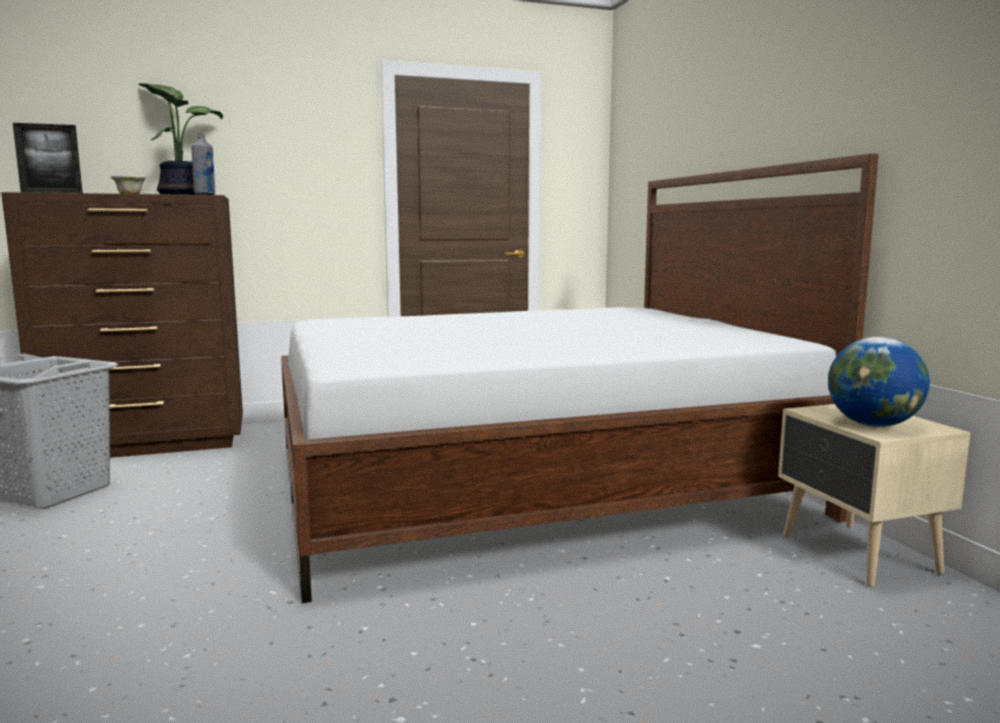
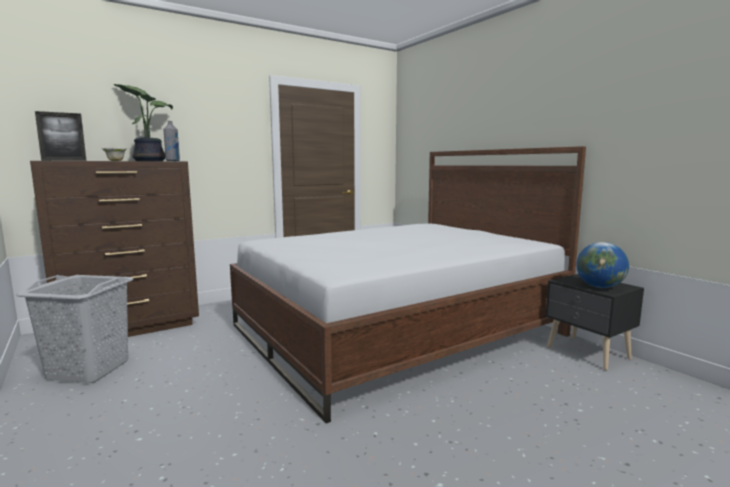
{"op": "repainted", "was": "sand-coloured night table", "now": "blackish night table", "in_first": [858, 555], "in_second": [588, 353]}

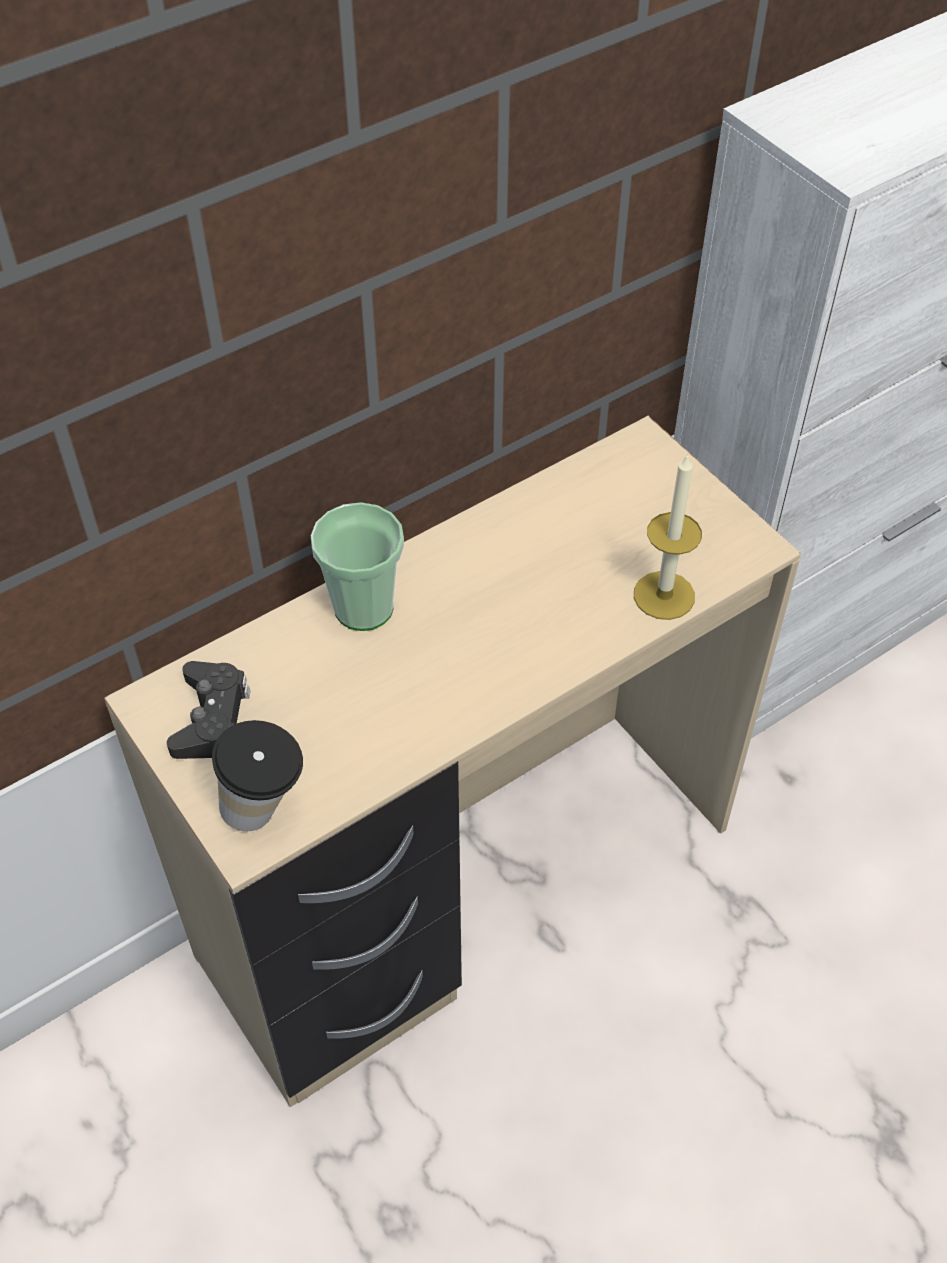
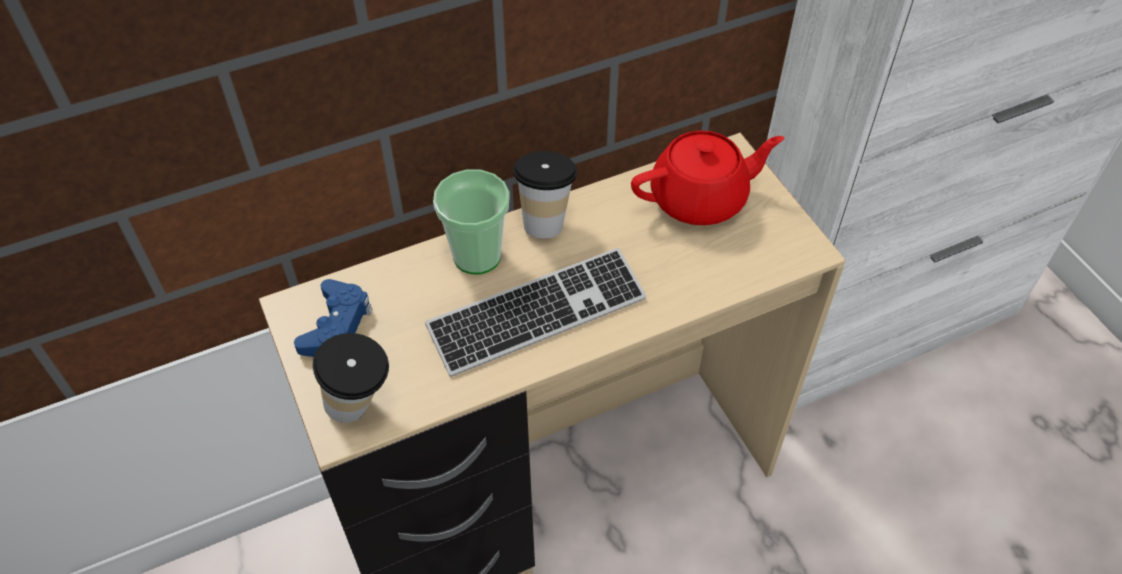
{"op": "repainted", "was": "blackish gamepad", "now": "blue-coloured gamepad", "in_first": [211, 718], "in_second": [337, 327]}
{"op": "new", "now": "PC keyboard", "in_second": [537, 314]}
{"op": "new", "now": "small cup", "in_second": [545, 219]}
{"op": "new", "now": "red teapot", "in_second": [700, 199]}
{"op": "gone", "was": "wax candle", "in_first": [664, 595]}

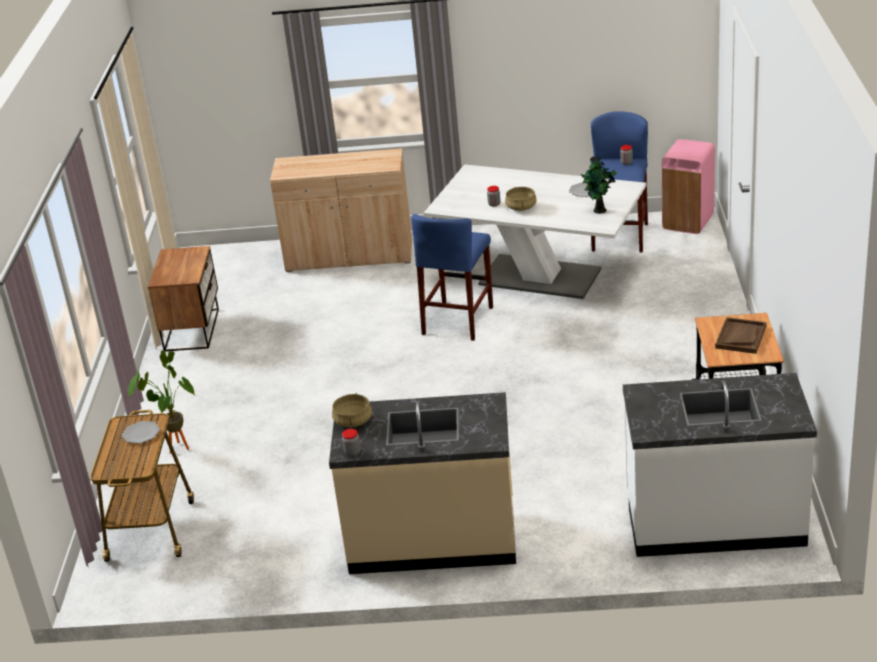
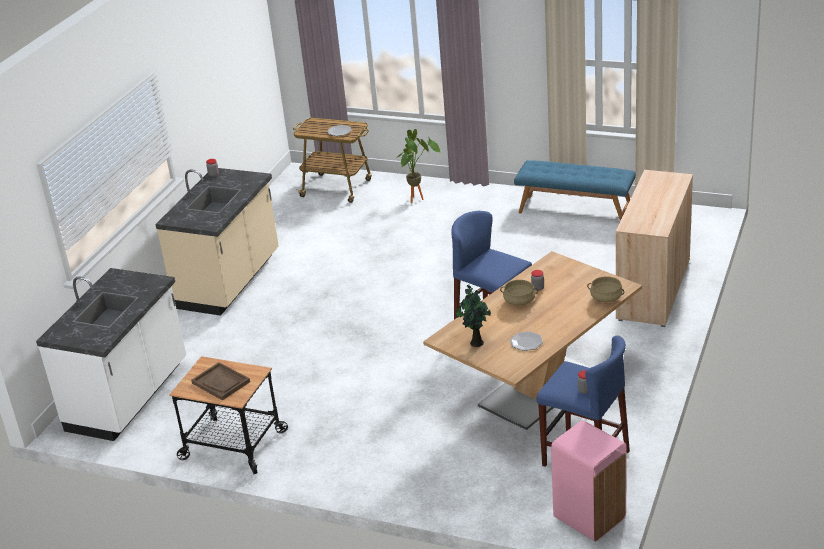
{"op": "repainted", "was": "white kitchen table", "now": "brown-coloured kitchen table", "in_first": [540, 277], "in_second": [537, 389]}
{"op": "swapped", "was": "night table", "now": "blue-coloured bench", "in_first": [193, 329], "in_second": [575, 210]}
{"op": "shifted", "was": "sand-coloured saucepot", "in_first": [353, 421], "in_second": [606, 298]}

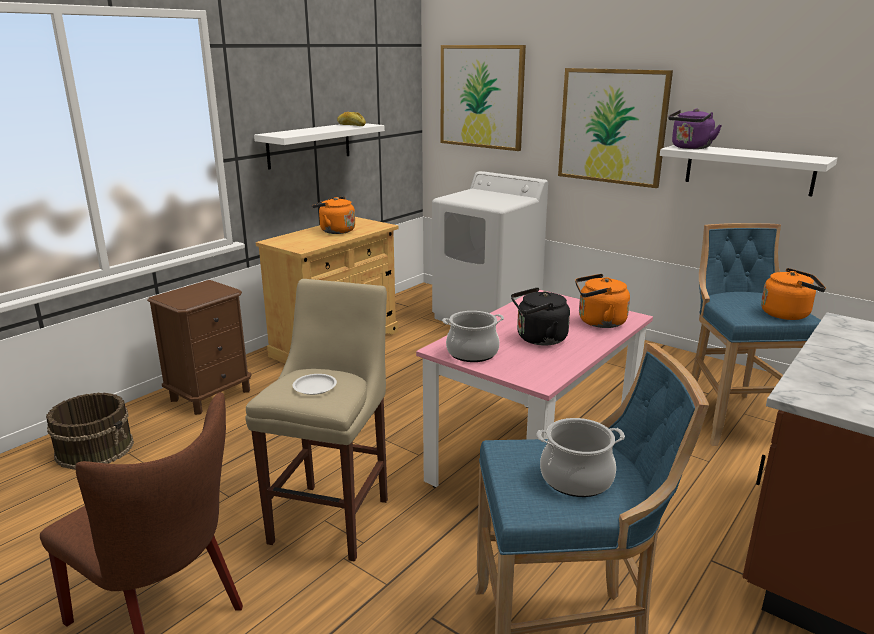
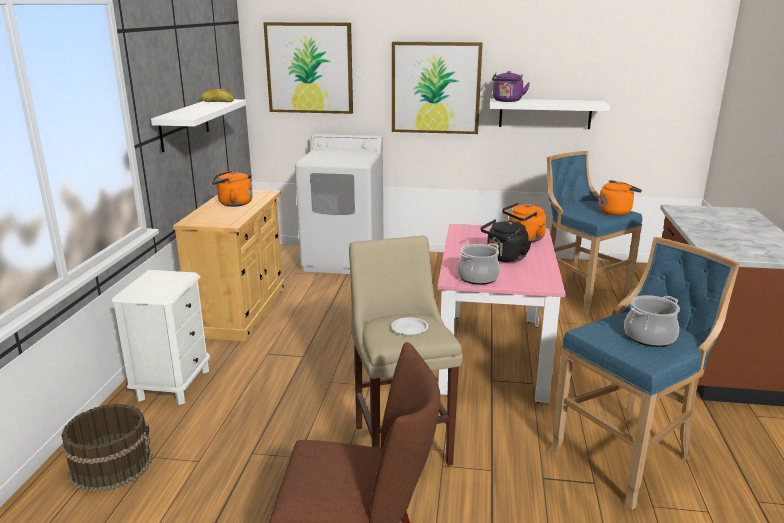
{"op": "repainted", "was": "brown-coloured night table", "now": "white night table", "in_first": [211, 395], "in_second": [173, 384]}

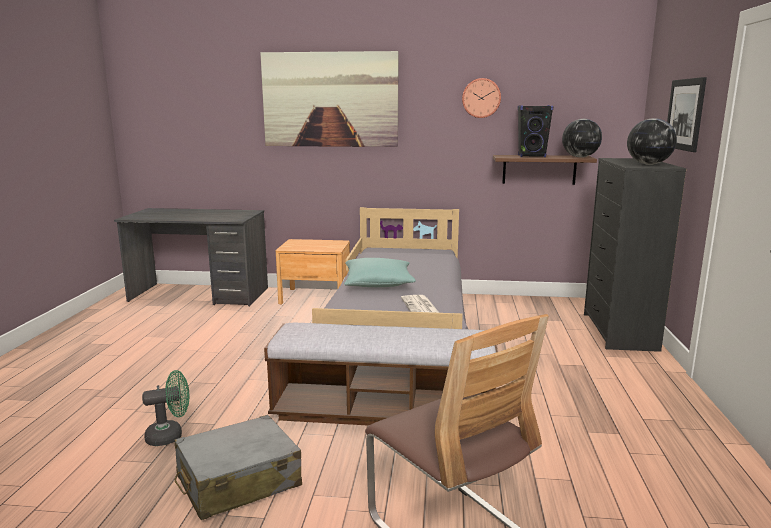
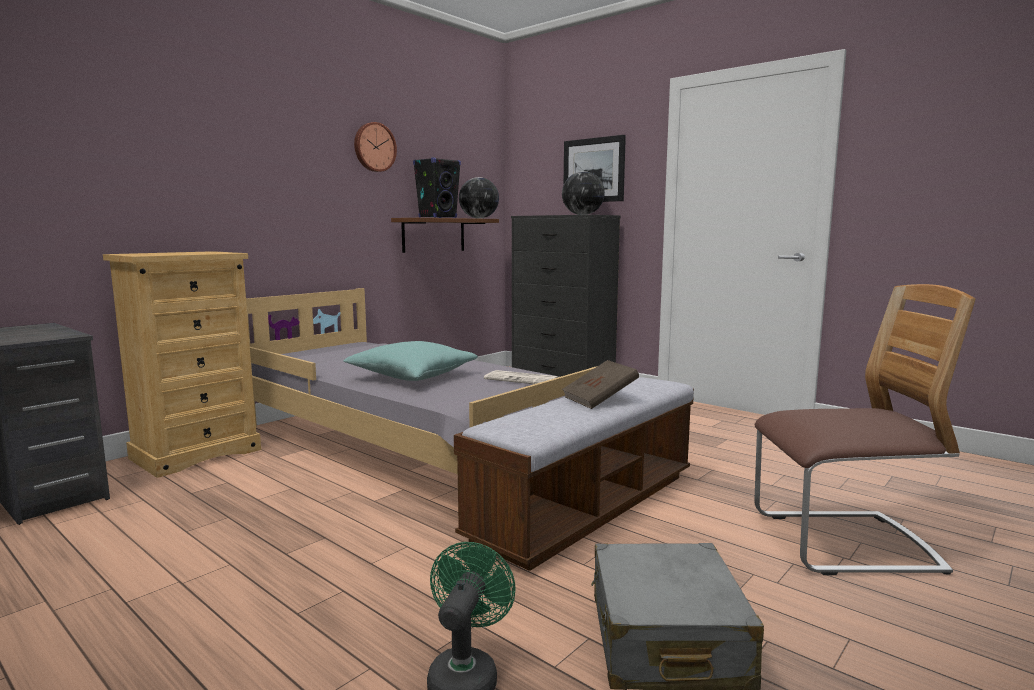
{"op": "swapped", "was": "brown-coloured night table", "now": "sand-coloured drawer chest", "in_first": [315, 297], "in_second": [196, 453]}
{"op": "new", "now": "brown-coloured bound book", "in_second": [600, 400]}
{"op": "gone", "was": "picture", "in_first": [330, 100]}

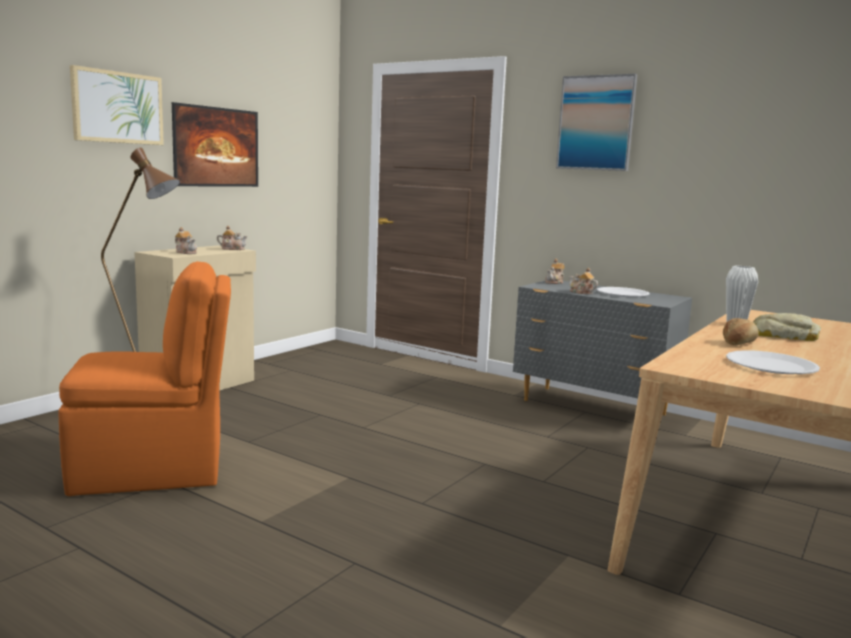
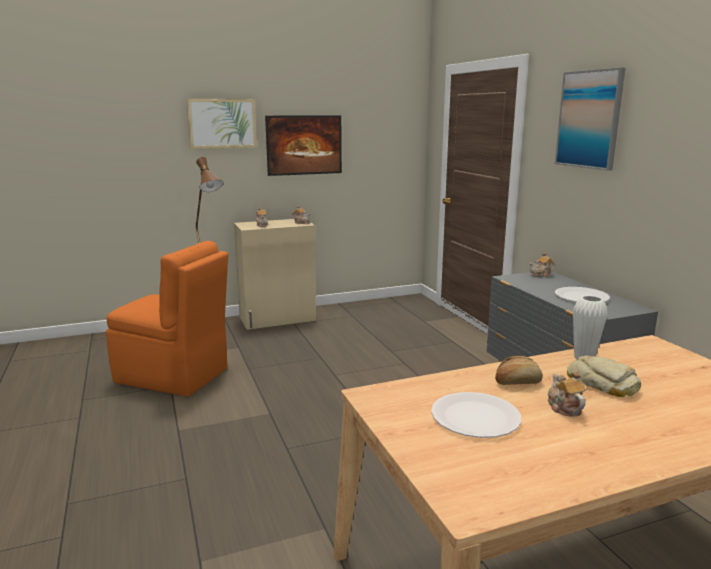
{"op": "shifted", "was": "teapot", "in_first": [581, 292], "in_second": [564, 408]}

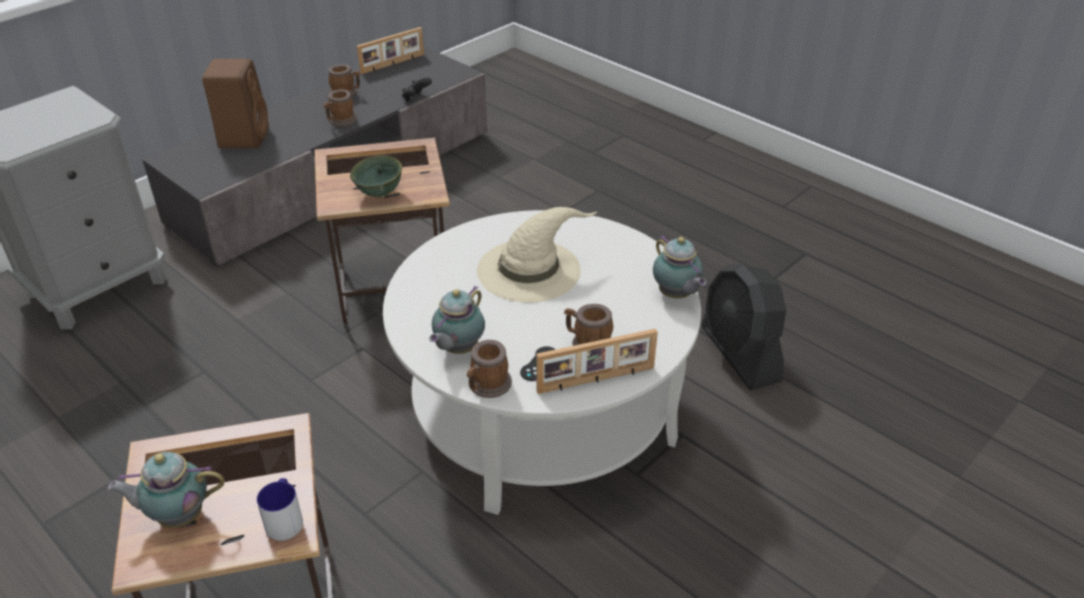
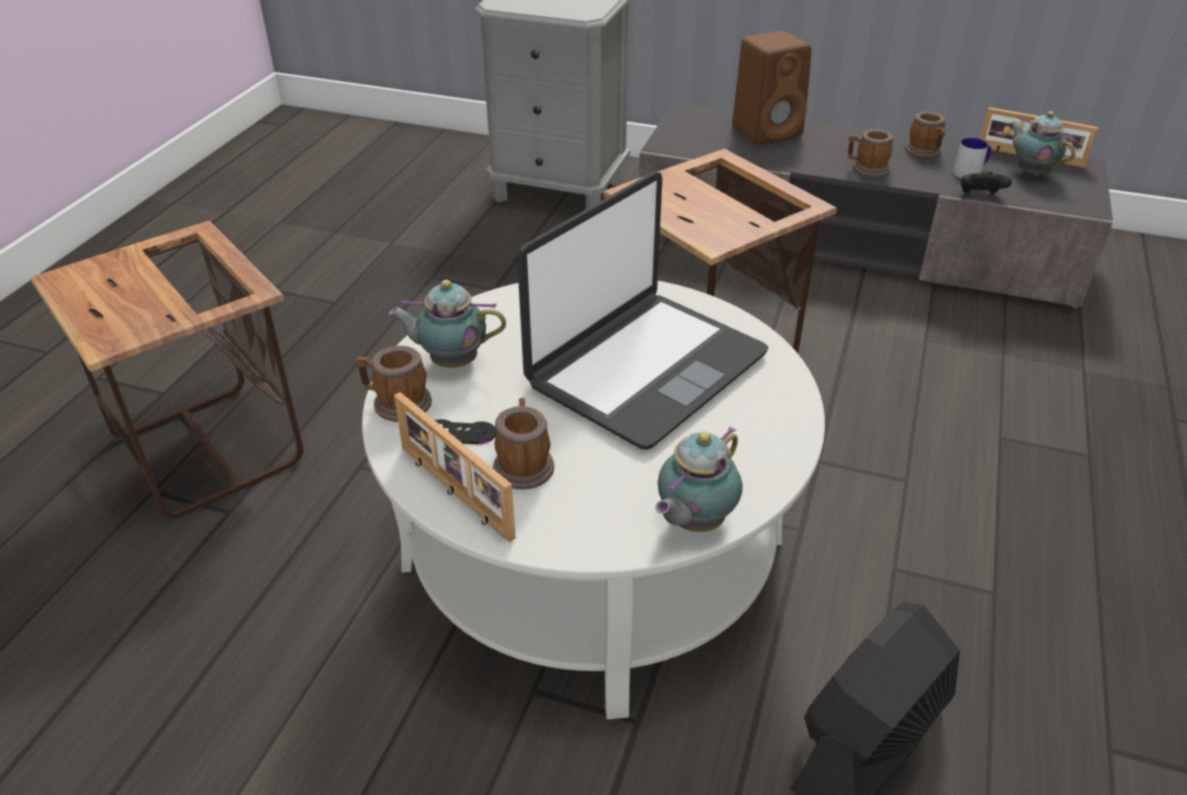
{"op": "swapped", "was": "sand-coloured clothing hat", "now": "notebook computer", "in_first": [530, 269], "in_second": [645, 368]}
{"op": "shifted", "was": "coffee mug", "in_first": [285, 519], "in_second": [970, 172]}
{"op": "shifted", "was": "teapot", "in_first": [178, 516], "in_second": [1030, 173]}
{"op": "gone", "was": "green-coloured serving bowl", "in_first": [380, 194]}

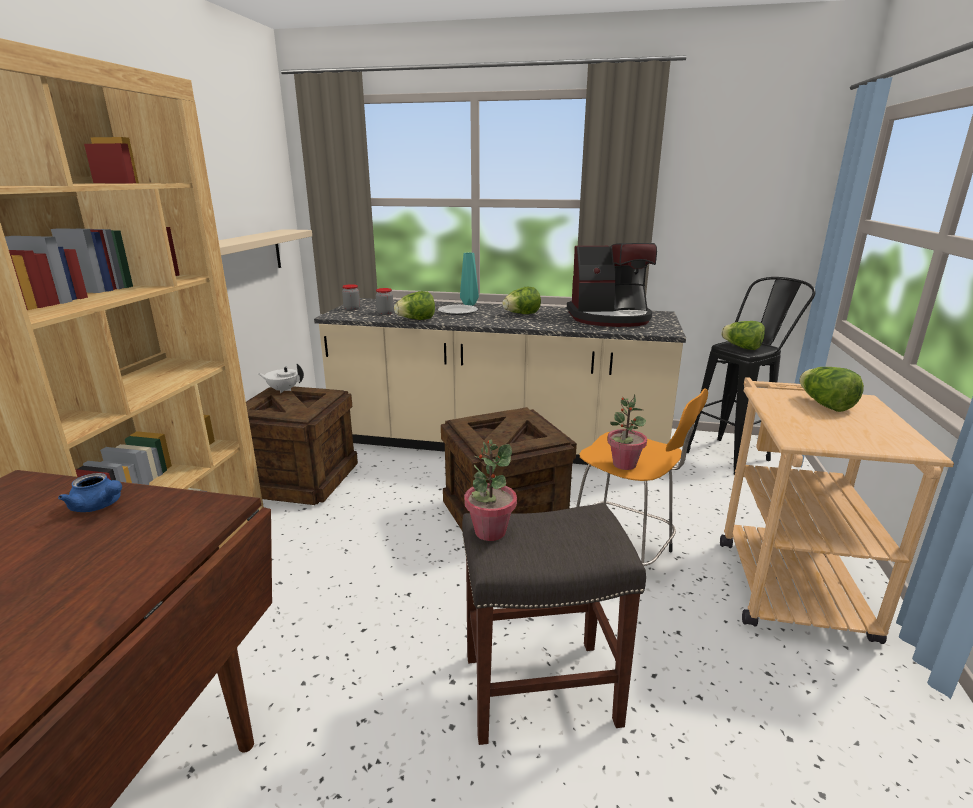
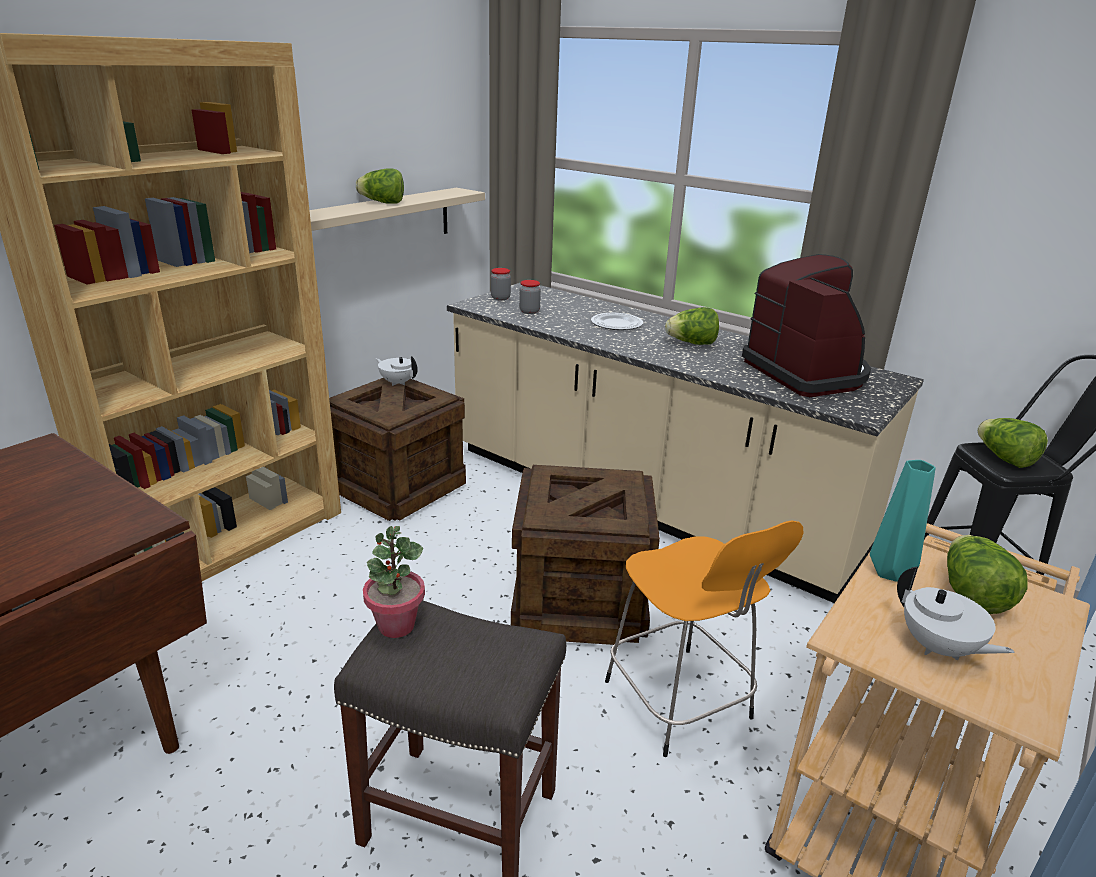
{"op": "shifted", "was": "lettuce head", "in_first": [416, 320], "in_second": [383, 203]}
{"op": "rotated", "was": "coffee maker", "in_first": [610, 318], "in_second": [806, 372], "clockwise": -135}
{"op": "shifted", "was": "blue-green flower vase", "in_first": [470, 304], "in_second": [891, 574]}
{"op": "new", "now": "white teapot", "in_second": [938, 648]}
{"op": "gone", "was": "blue-coloured teapot", "in_first": [99, 506]}
{"op": "gone", "was": "plant in a pot", "in_first": [624, 464]}

